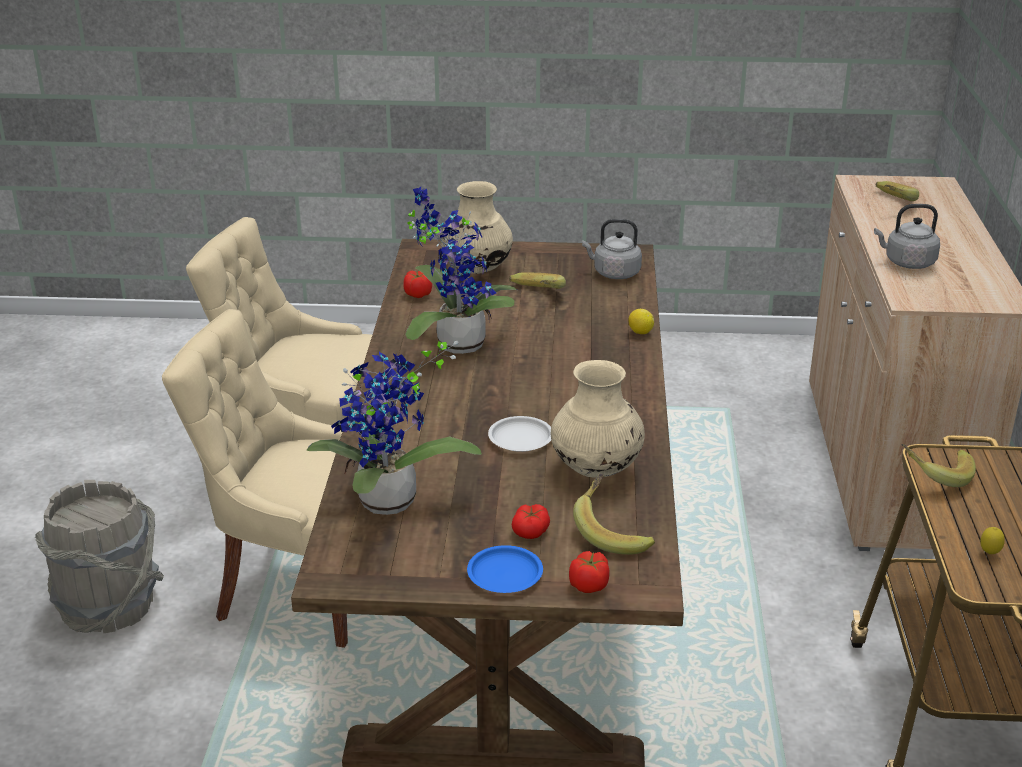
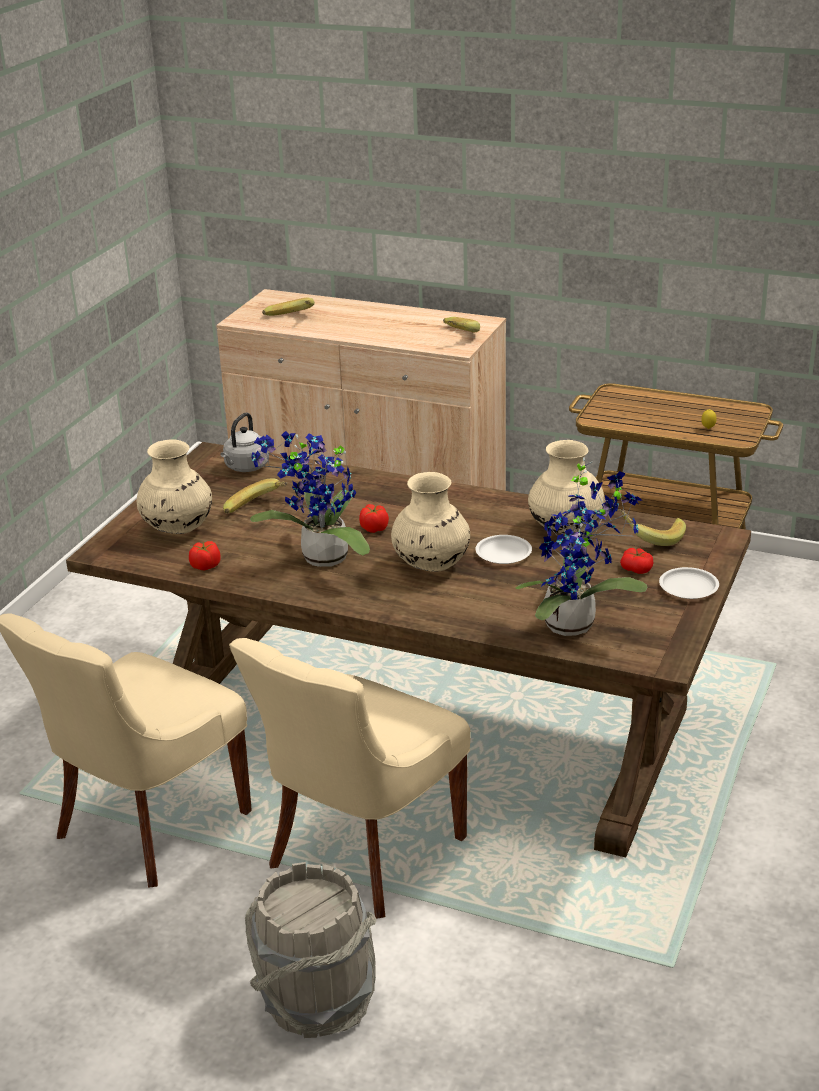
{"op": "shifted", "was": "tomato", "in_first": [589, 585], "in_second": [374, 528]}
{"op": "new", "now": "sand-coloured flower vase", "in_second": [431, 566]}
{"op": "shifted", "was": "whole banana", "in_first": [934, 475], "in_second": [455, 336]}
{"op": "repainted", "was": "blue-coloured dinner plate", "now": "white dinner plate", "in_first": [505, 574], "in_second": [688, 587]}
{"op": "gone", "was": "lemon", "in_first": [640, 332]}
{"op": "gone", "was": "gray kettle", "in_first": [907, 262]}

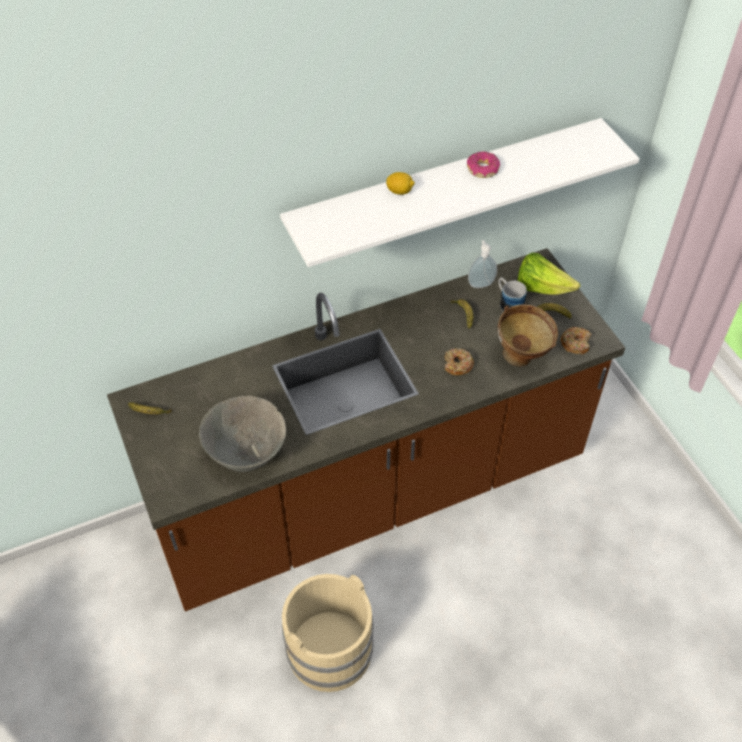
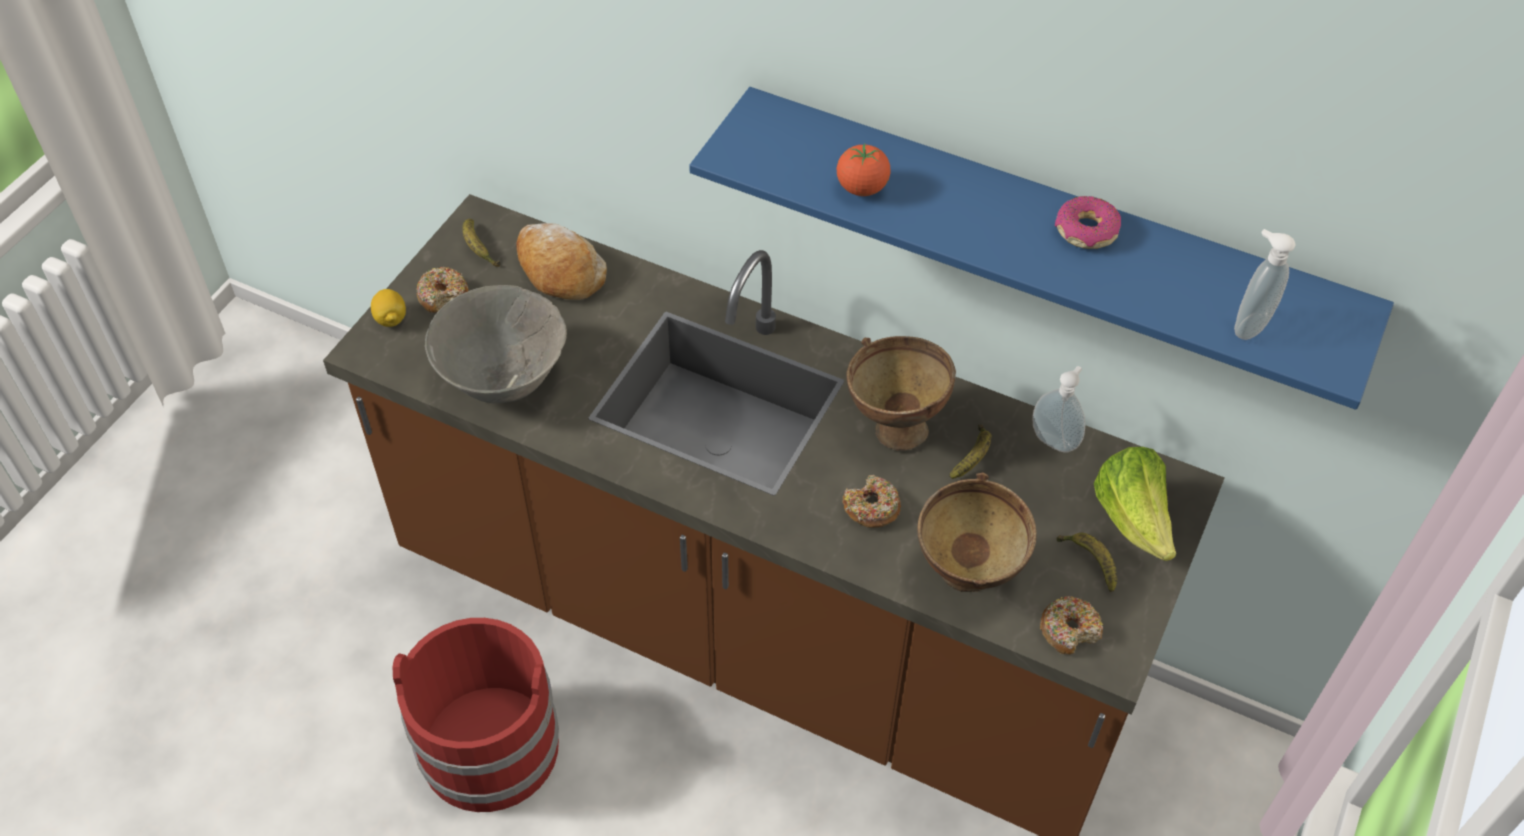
{"op": "shifted", "was": "lemon", "in_first": [400, 191], "in_second": [391, 319]}
{"op": "repainted", "was": "sand-coloured pail", "now": "red pail", "in_first": [330, 649], "in_second": [491, 747]}
{"op": "new", "now": "doughnut", "in_second": [443, 296]}
{"op": "new", "now": "baked bread", "in_second": [560, 270]}
{"op": "repainted", "was": "white shelf", "now": "blue-coloured shelf", "in_first": [446, 189], "in_second": [1043, 232]}
{"op": "new", "now": "tomato", "in_second": [862, 188]}
{"op": "new", "now": "brown-coloured serving bowl", "in_second": [893, 424]}
{"op": "new", "now": "soap bottle", "in_second": [1248, 325]}
{"op": "gone", "was": "coffee mug", "in_first": [508, 302]}

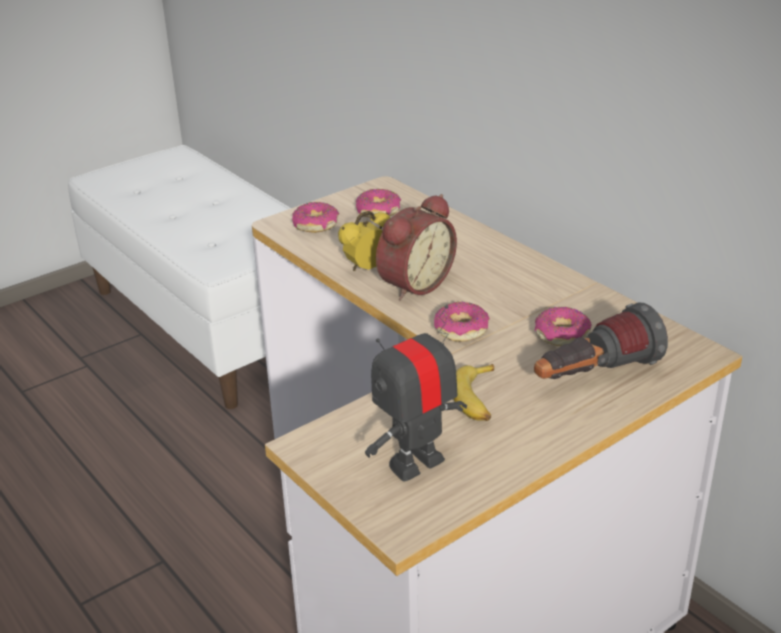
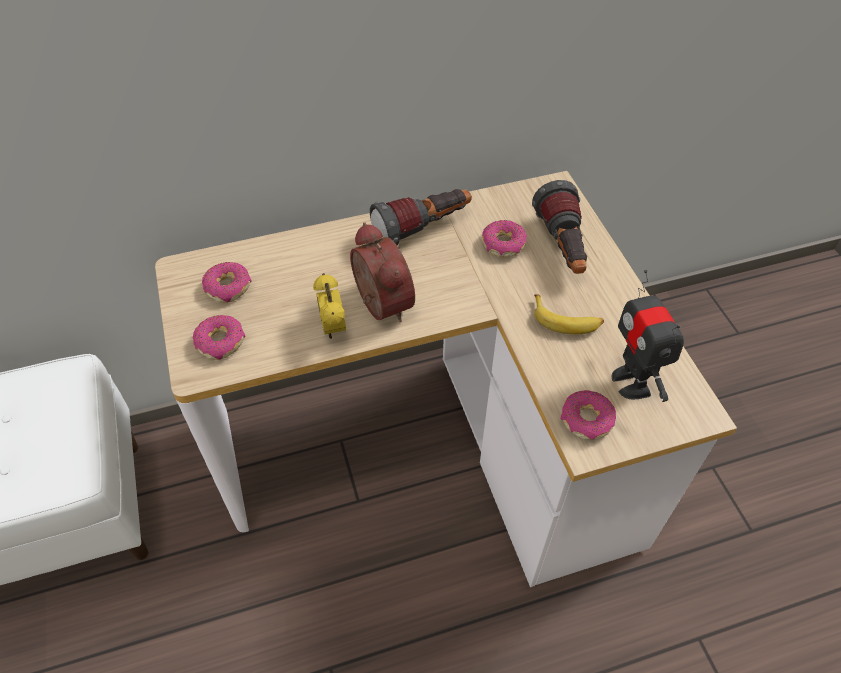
{"op": "new", "now": "torch", "in_second": [423, 229]}
{"op": "shifted", "was": "doughnut", "in_first": [461, 330], "in_second": [586, 420]}

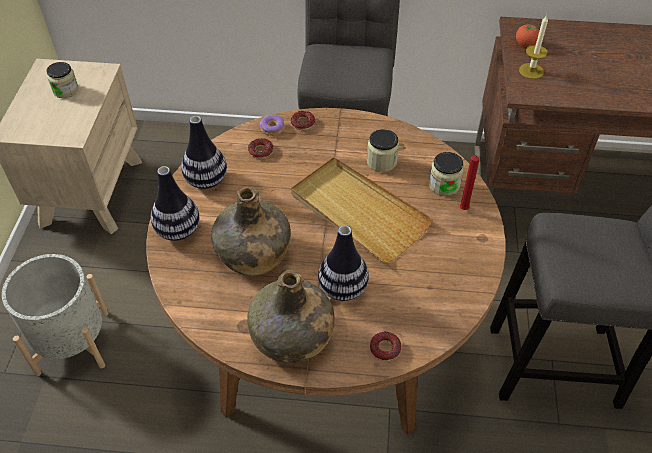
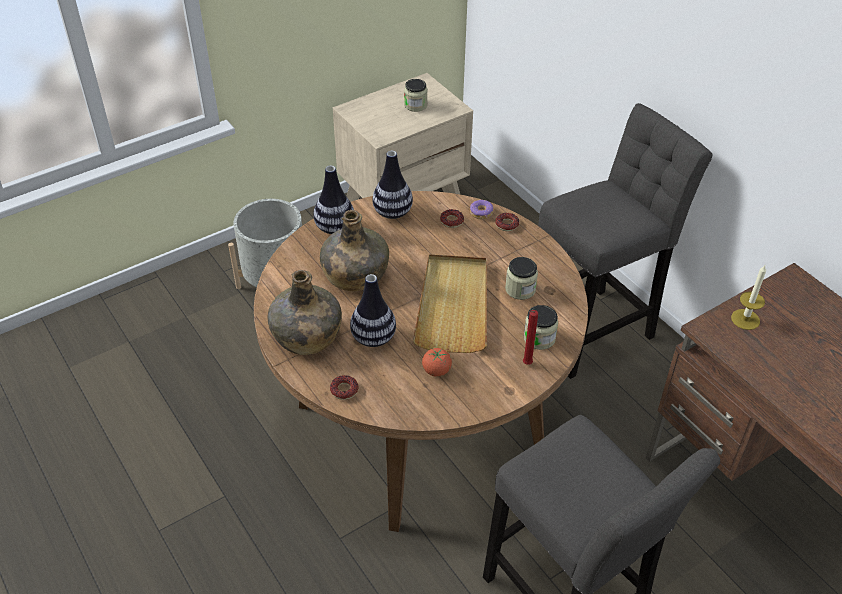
{"op": "shifted", "was": "tomato", "in_first": [525, 44], "in_second": [436, 371]}

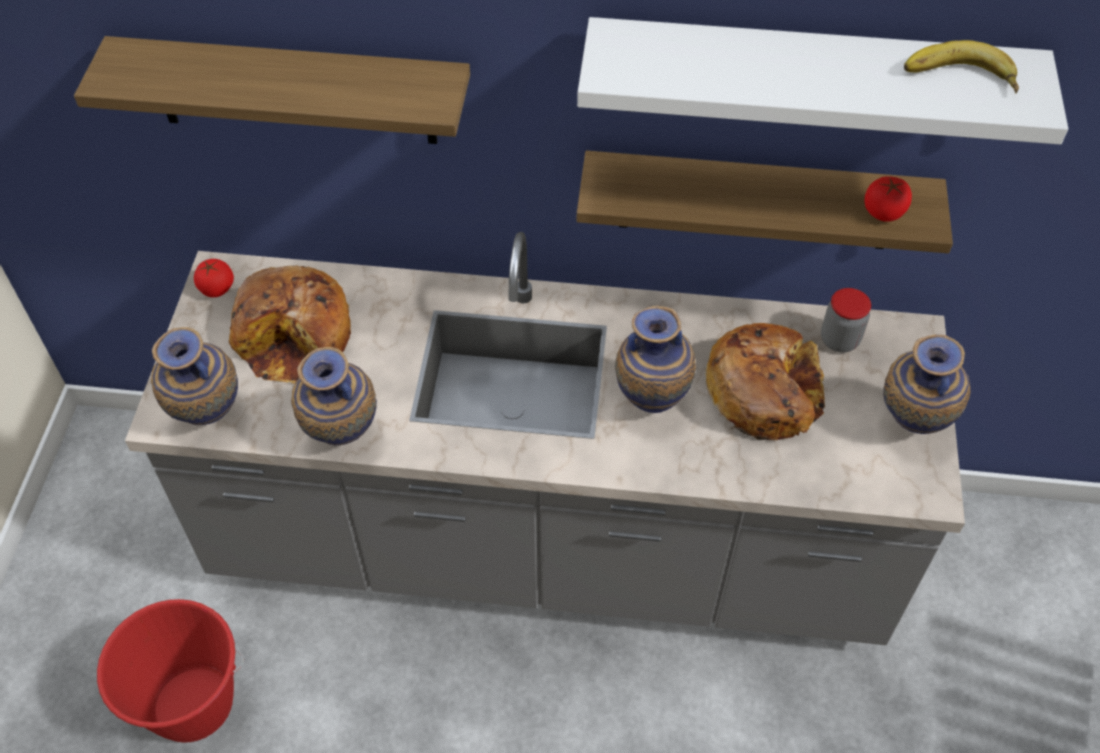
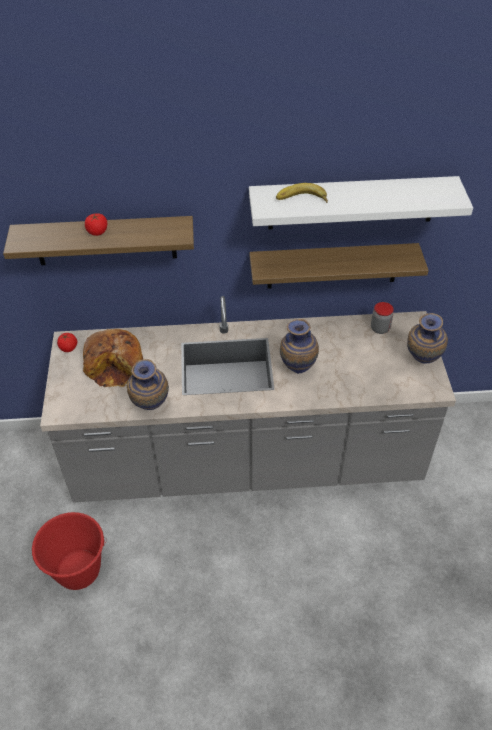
{"op": "shifted", "was": "tomato", "in_first": [884, 212], "in_second": [97, 232]}
{"op": "shifted", "was": "whole banana", "in_first": [959, 79], "in_second": [302, 200]}
{"op": "gone", "was": "flower vase", "in_first": [208, 419]}
{"op": "gone", "was": "baked bread", "in_first": [765, 391]}

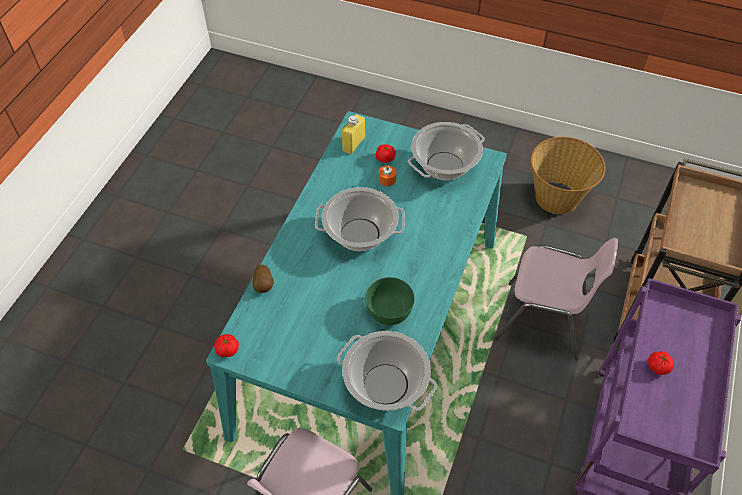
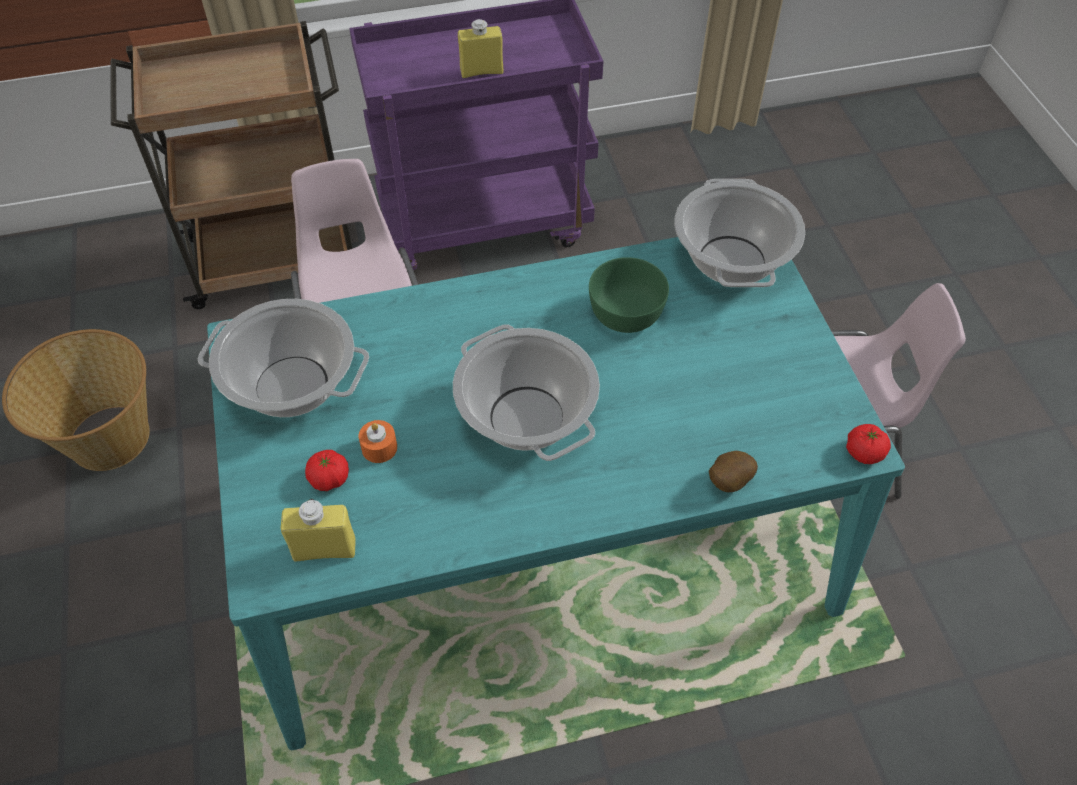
{"op": "swapped", "was": "tomato", "now": "yellow bottle", "in_first": [658, 367], "in_second": [481, 71]}

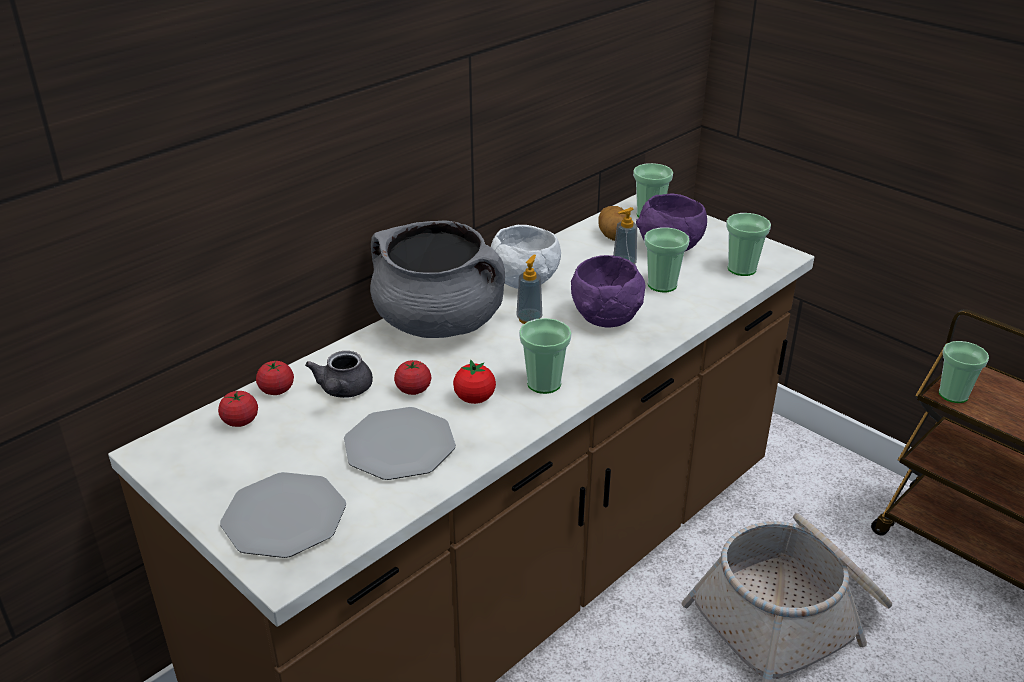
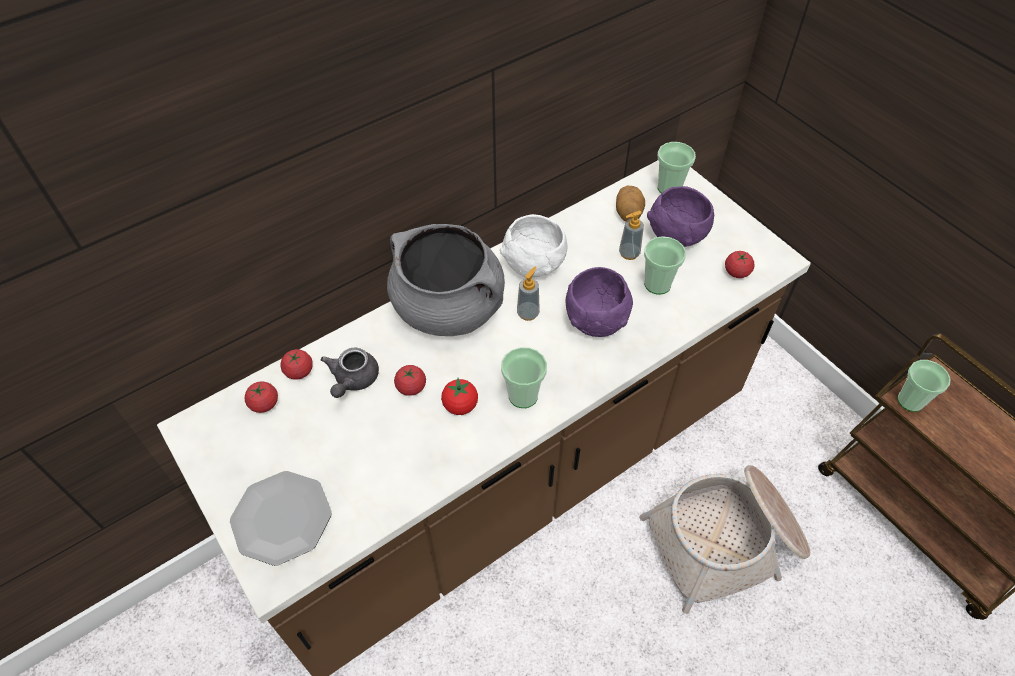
{"op": "swapped", "was": "small cup", "now": "tomato", "in_first": [742, 269], "in_second": [736, 272]}
{"op": "gone", "was": "dinner plate", "in_first": [399, 446]}

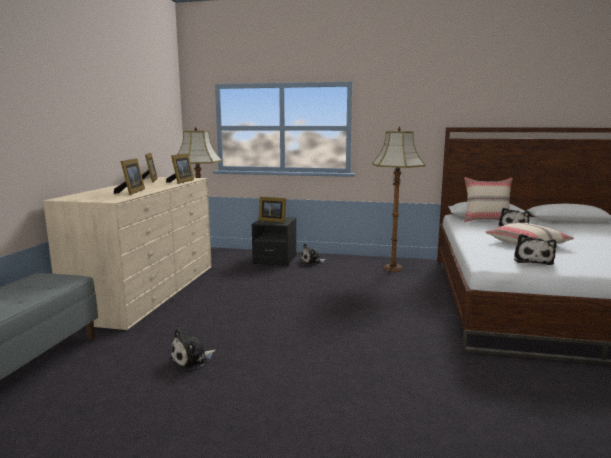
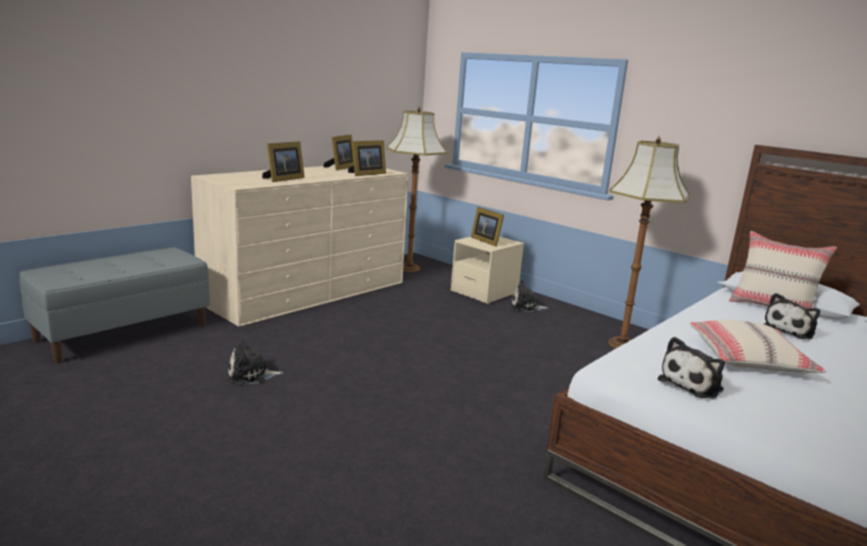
{"op": "repainted", "was": "blackish night table", "now": "sand-coloured night table", "in_first": [275, 260], "in_second": [484, 292]}

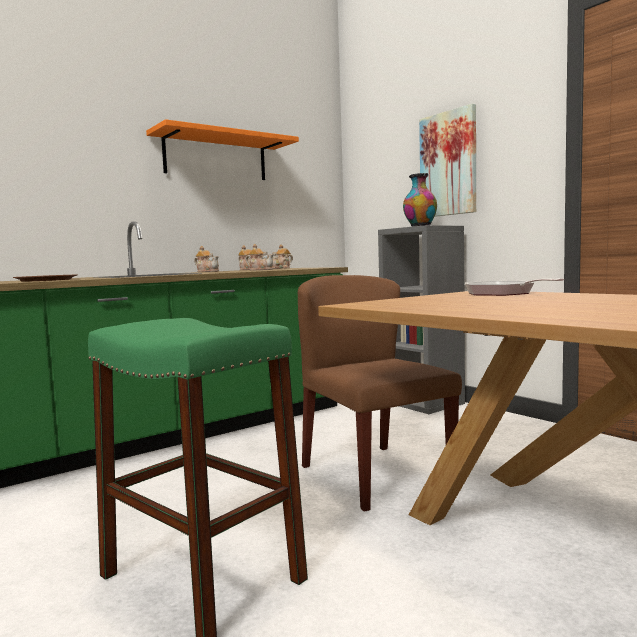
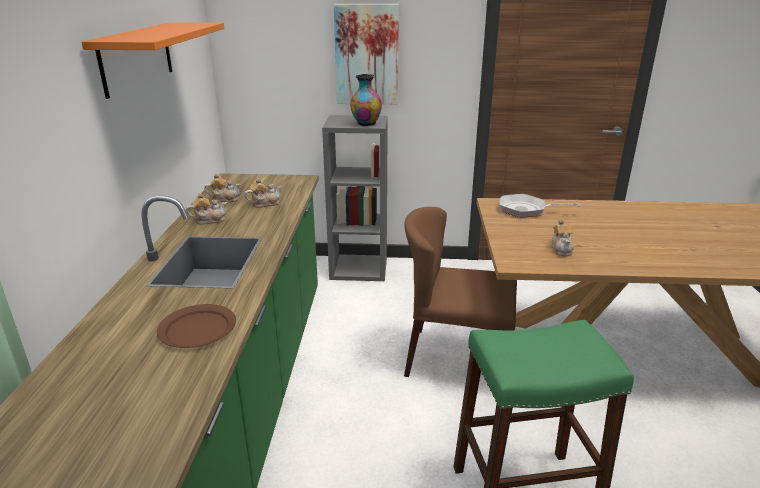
{"op": "shifted", "was": "teapot", "in_first": [280, 268], "in_second": [561, 249]}

